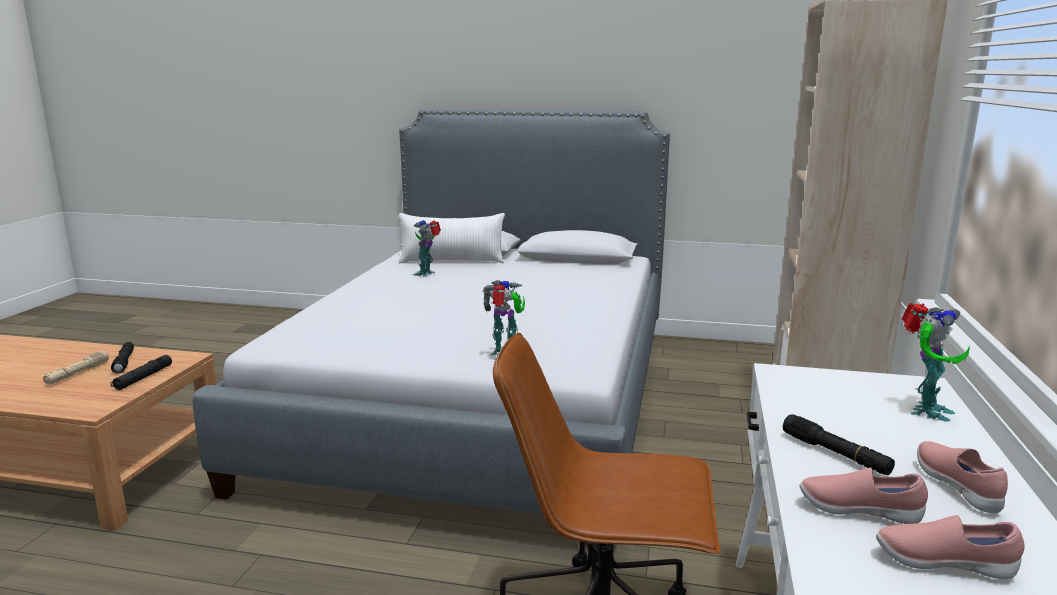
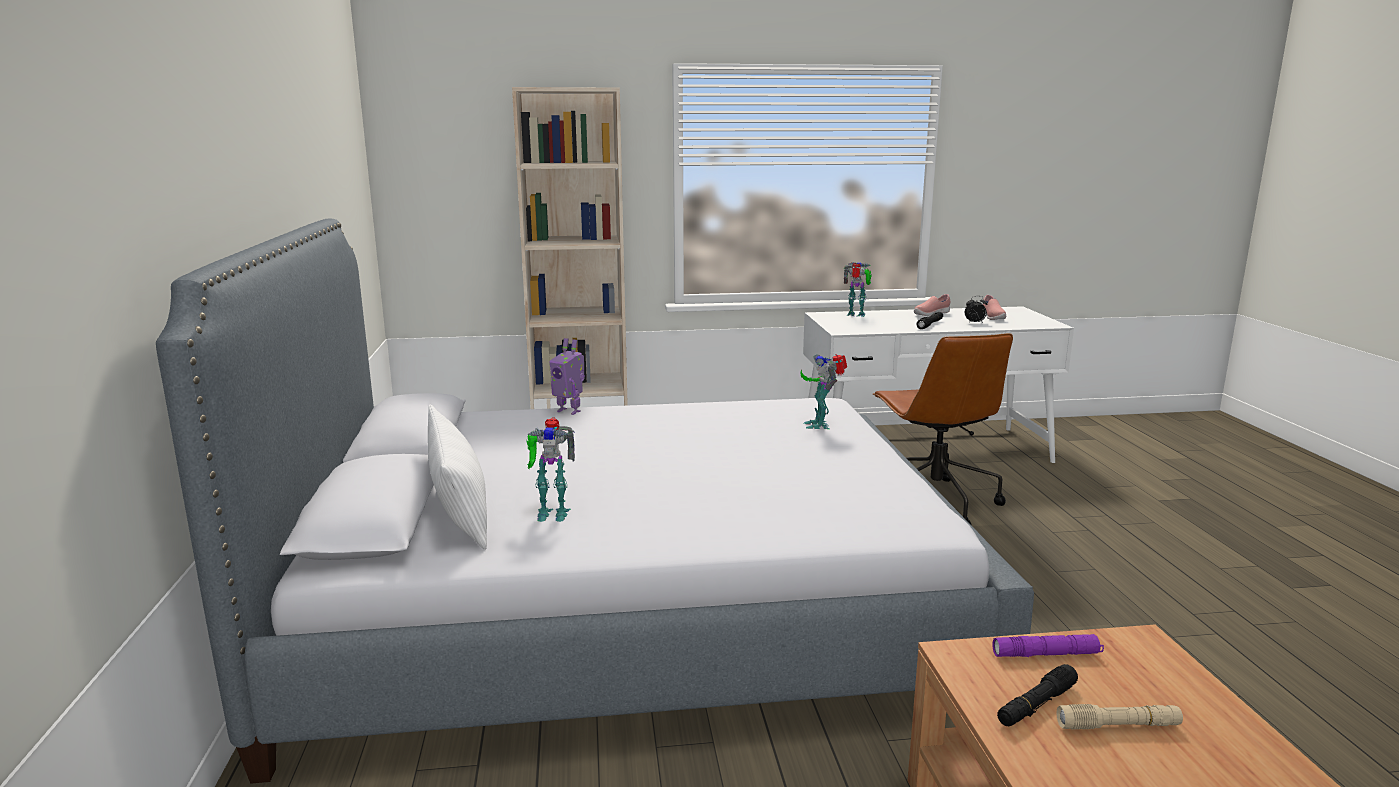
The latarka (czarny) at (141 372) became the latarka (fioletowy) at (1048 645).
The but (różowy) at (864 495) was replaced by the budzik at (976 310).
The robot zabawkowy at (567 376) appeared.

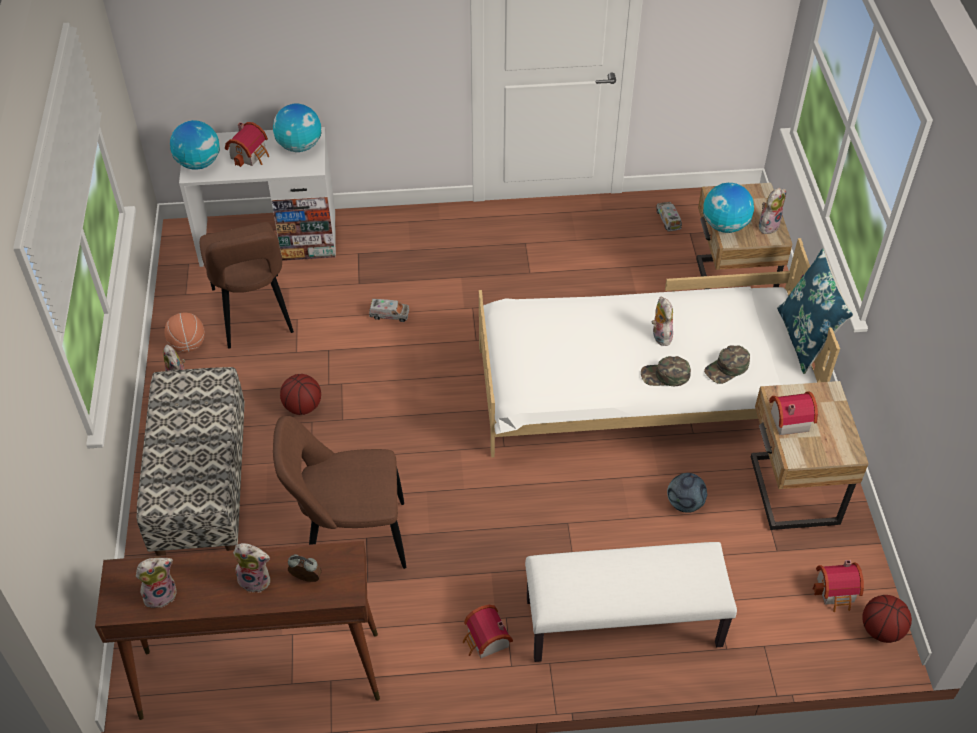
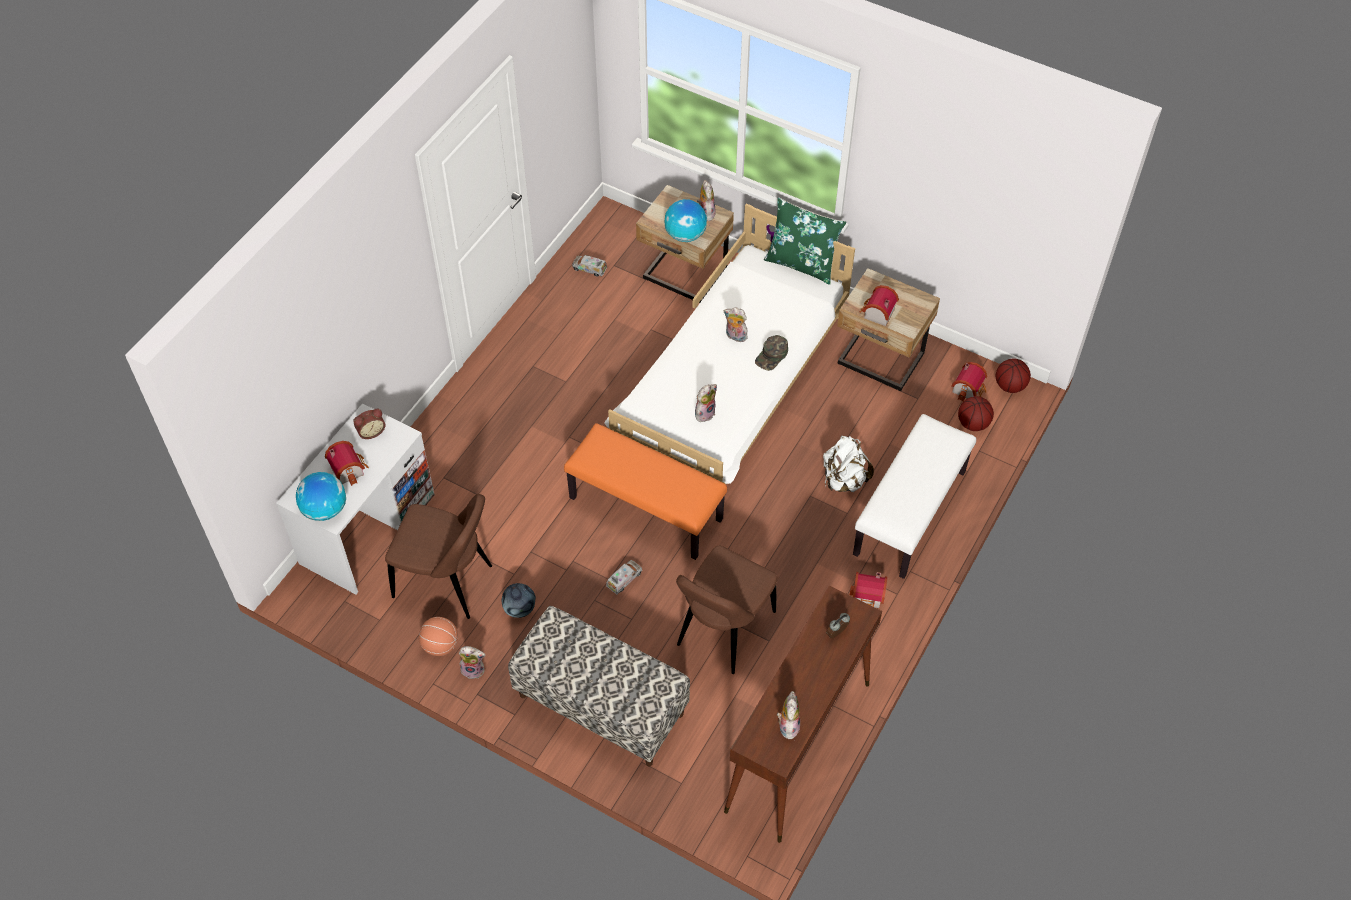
The globus at (297 128) was replaced by the budzik at (369 424).
The poduszka (niebieski) at (815 311) became the poduszka (zielony) at (805 241).
The ciężarówka zabawkowa moved from (389 310) to (624 577).
The czapka z daszkiem (zielony) at (727 364) disappeared.
The piłka do koszykówki moved from (300 394) to (976 413).
The piłka futbolowa moved from (687 493) to (519 600).
The pluszak moved from (251 568) to (706 403).
The ławka (pomarańczowy) at (645 491) appeared.
The plecak (biały) at (848 464) appeared.

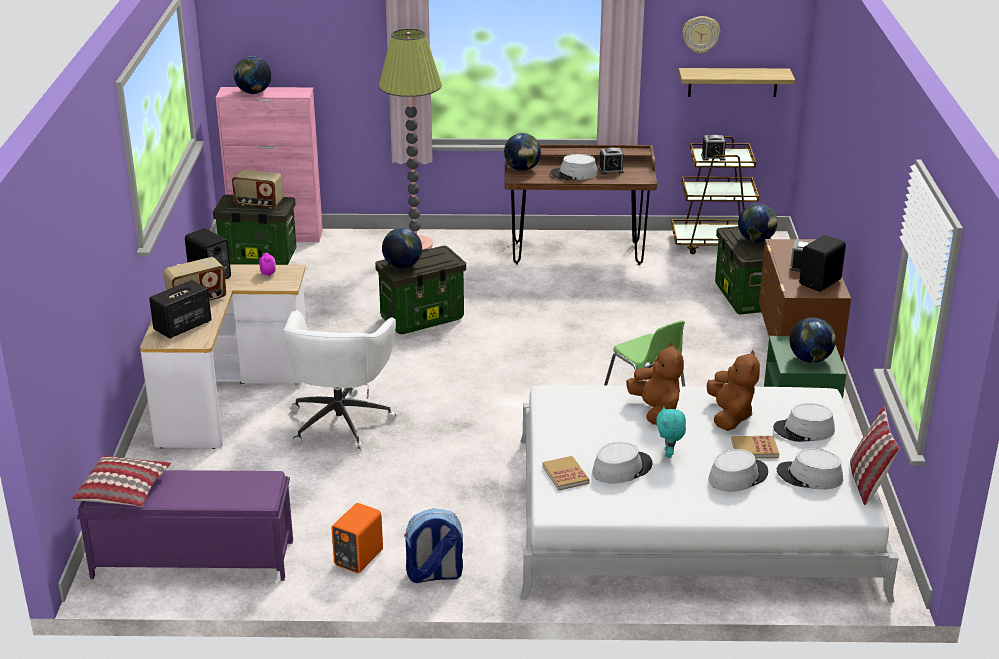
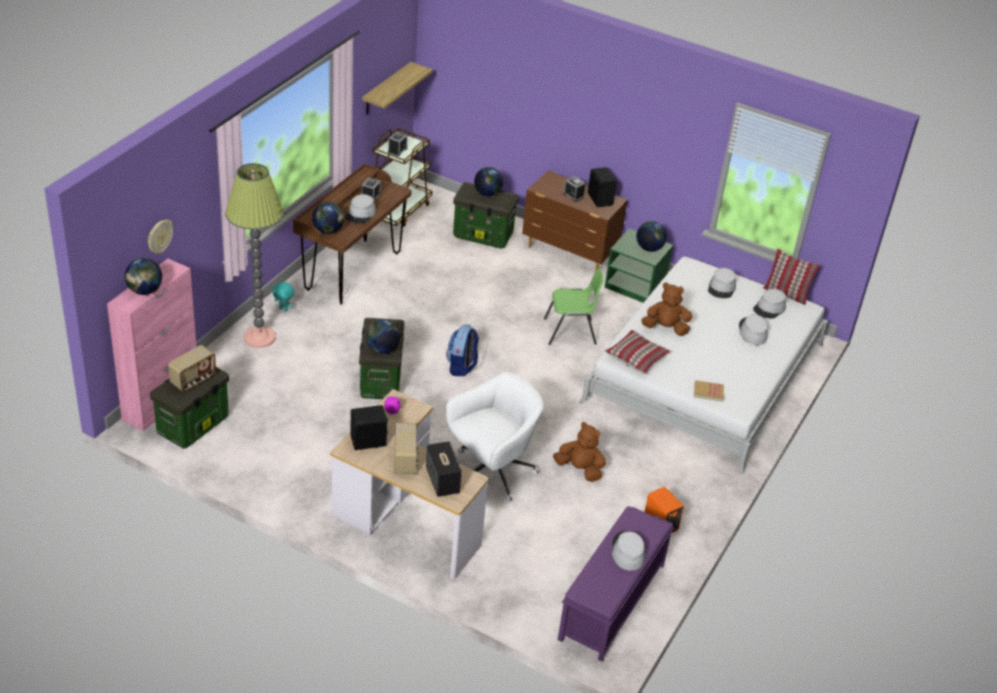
The zegar ścienny moved from (701 34) to (160 236).
The krzesło biurowe (biały) at (340 380) turned 75 degrees counterclockwise.
The pluszak (brązowy) moved from (733 390) to (579 451).
The pluszak (turkusowy) moved from (671 432) to (283 296).
The książka at (755 446) disappeared.
The kapelusz (szary) moved from (622 463) to (628 551).
The poduszka moved from (121 481) to (637 352).
The plecak moved from (433 546) to (462 350).

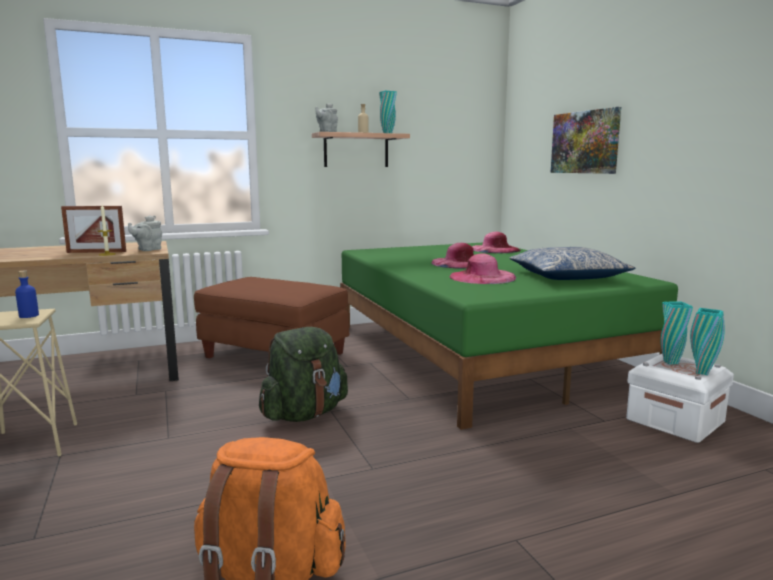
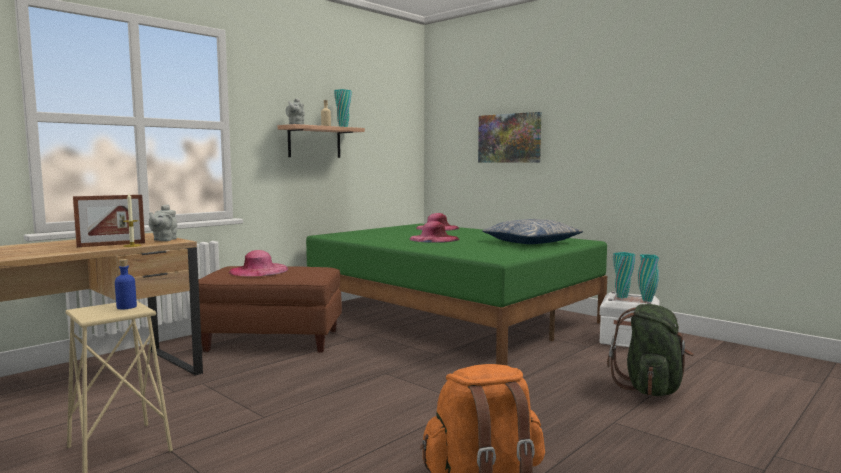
The kapelusz (różowy) moved from (482 268) to (258 263).
The plecak (zielony) moved from (303 374) to (650 350).

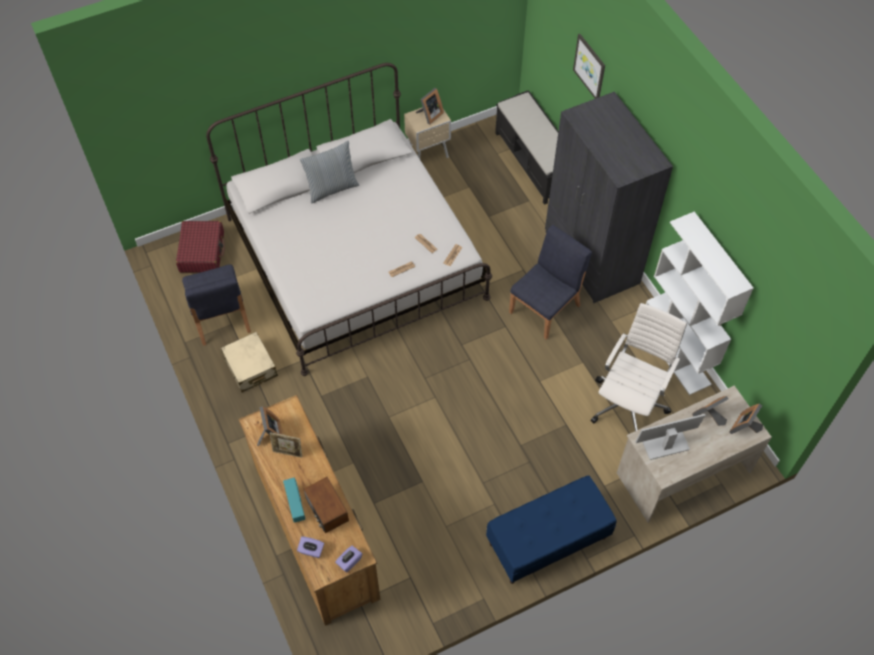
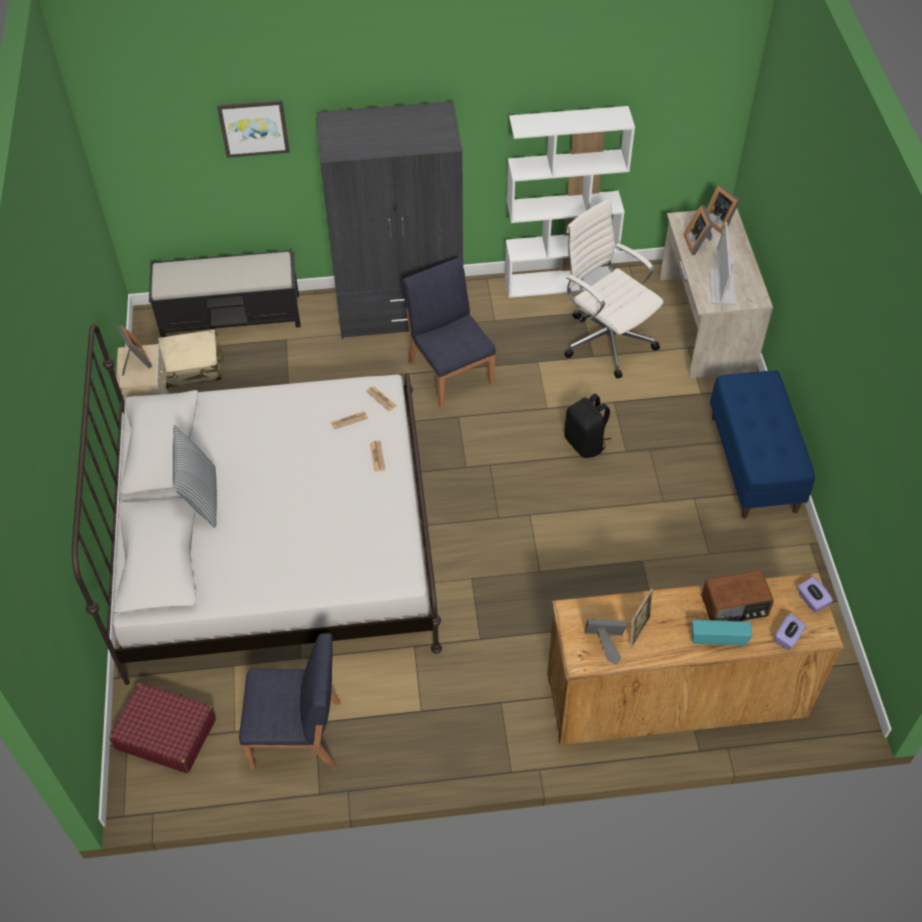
The walizka (beżowy) moved from (249 362) to (191 358).
The plecak (czarny) at (587 426) appeared.

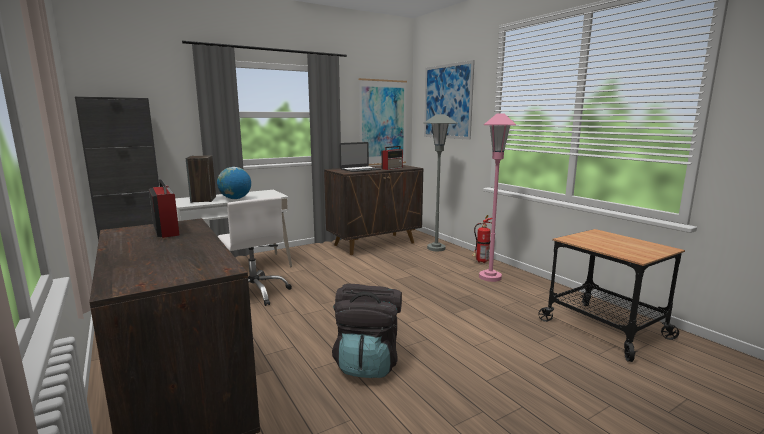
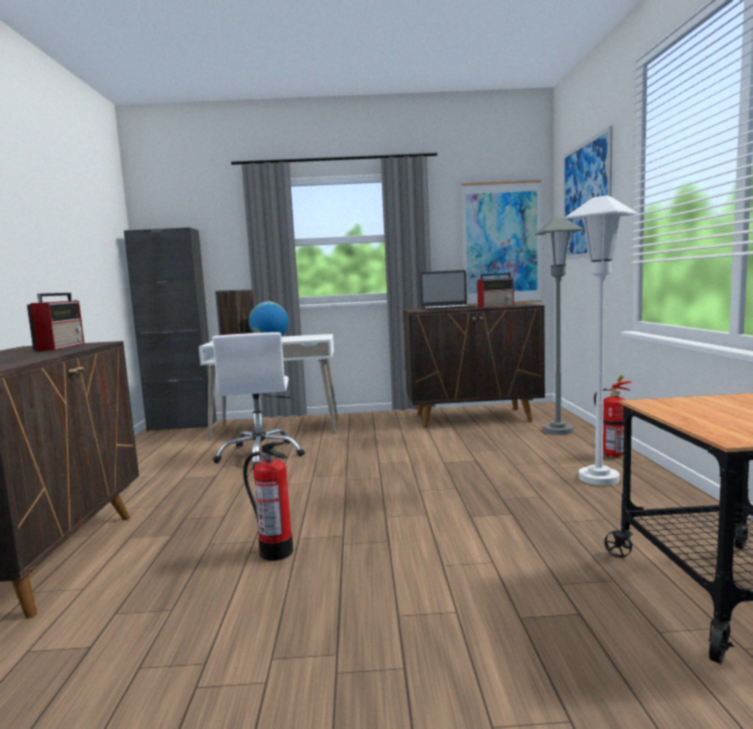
The lampa stojąca (różowy) at (497 197) became the lampa stojąca (biały) at (602 340).
The plecak (czarny) at (367 330) was replaced by the gaśnica at (268 501).

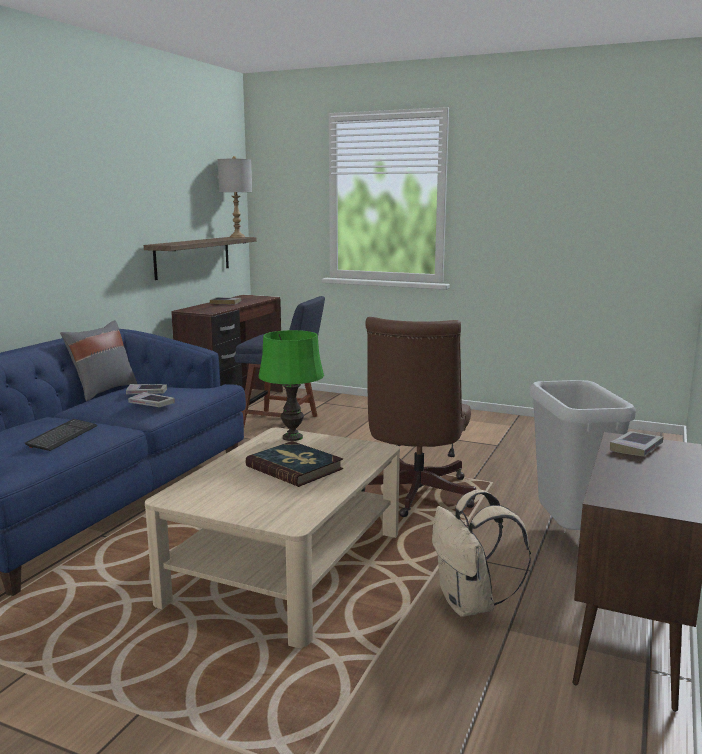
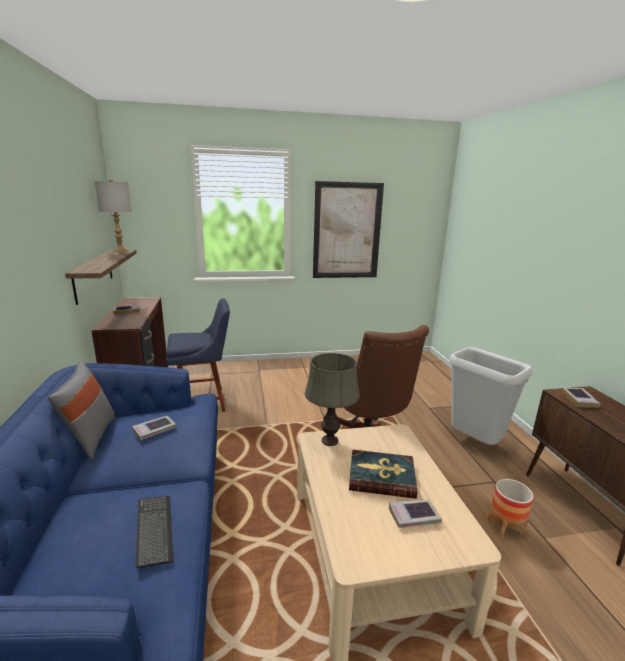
The lampa stołowa (zielony) at (291 385) became the lampa stołowa (szary) at (332 399).
The książka moved from (151 399) to (415 513).
The plecak (beżowy) at (481 553) was replaced by the donica at (510 509).
The obraz at (348 229) appeared.

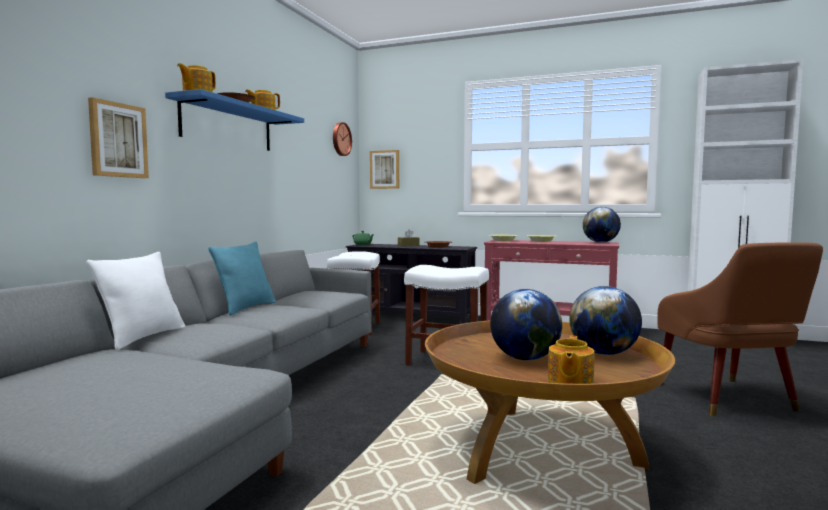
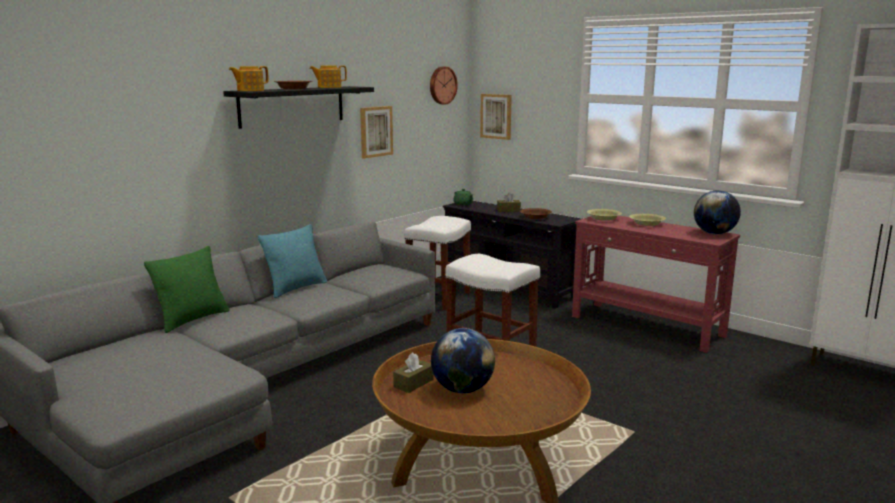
The półka (niebieski) at (234 120) became the półka (czarny) at (298 107).
The obraz moved from (118 137) to (376 132).
The fotel (brązowy) at (740 329) disappeared.
The poduszka (biały) at (136 301) became the poduszka (zielony) at (187 289).
The globus at (605 320) disappeared.
The imbryk at (571 359) disappeared.
The pudełko chusteczek (brązowy) at (413 373) appeared.

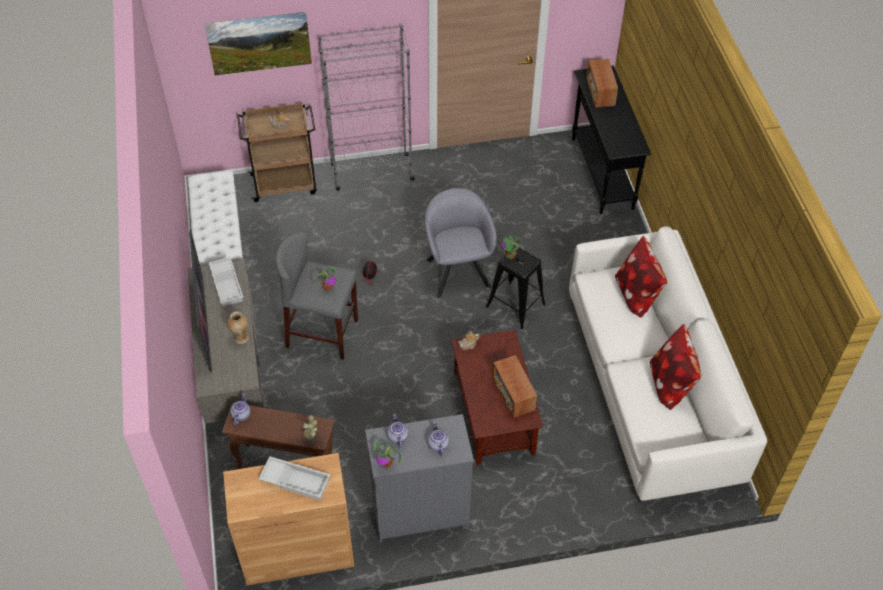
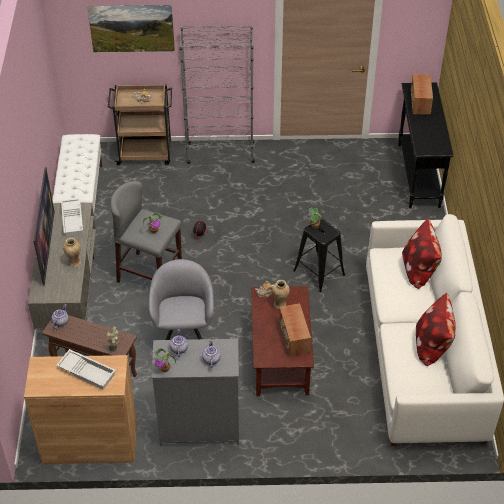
The fotel (szary) moved from (461 243) to (181 299).
The wazon at (281 294) appeared.

